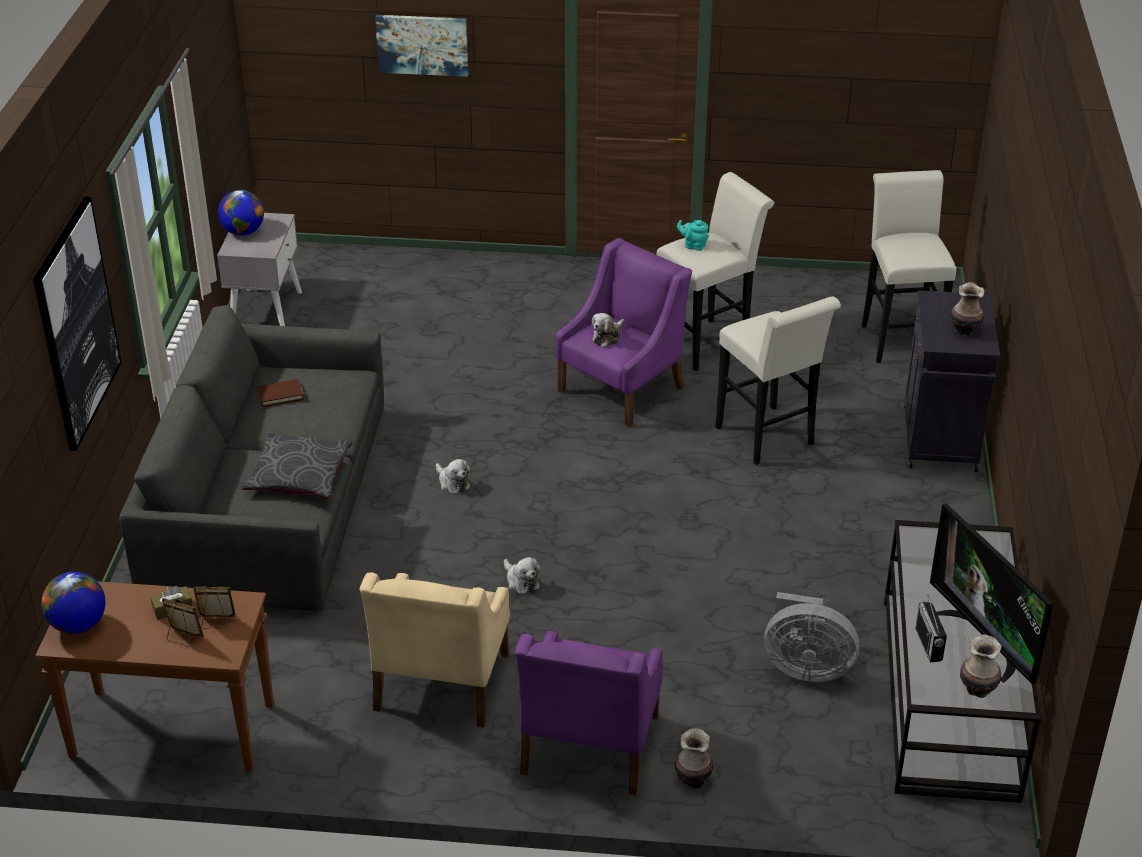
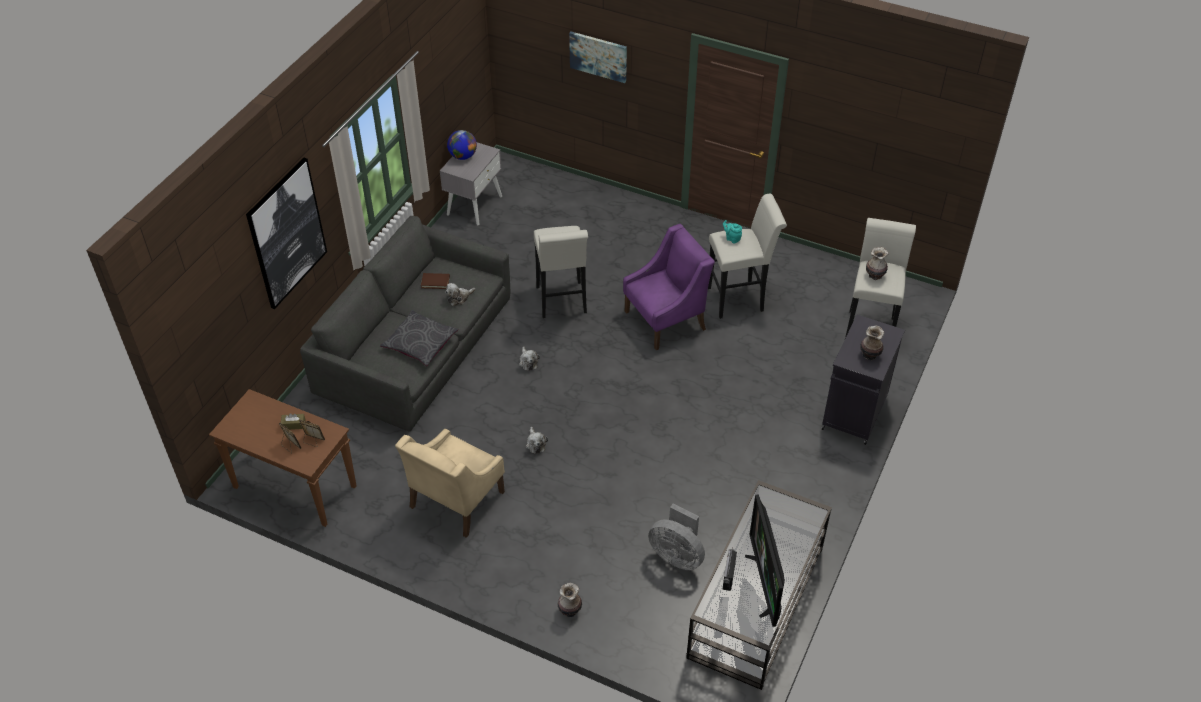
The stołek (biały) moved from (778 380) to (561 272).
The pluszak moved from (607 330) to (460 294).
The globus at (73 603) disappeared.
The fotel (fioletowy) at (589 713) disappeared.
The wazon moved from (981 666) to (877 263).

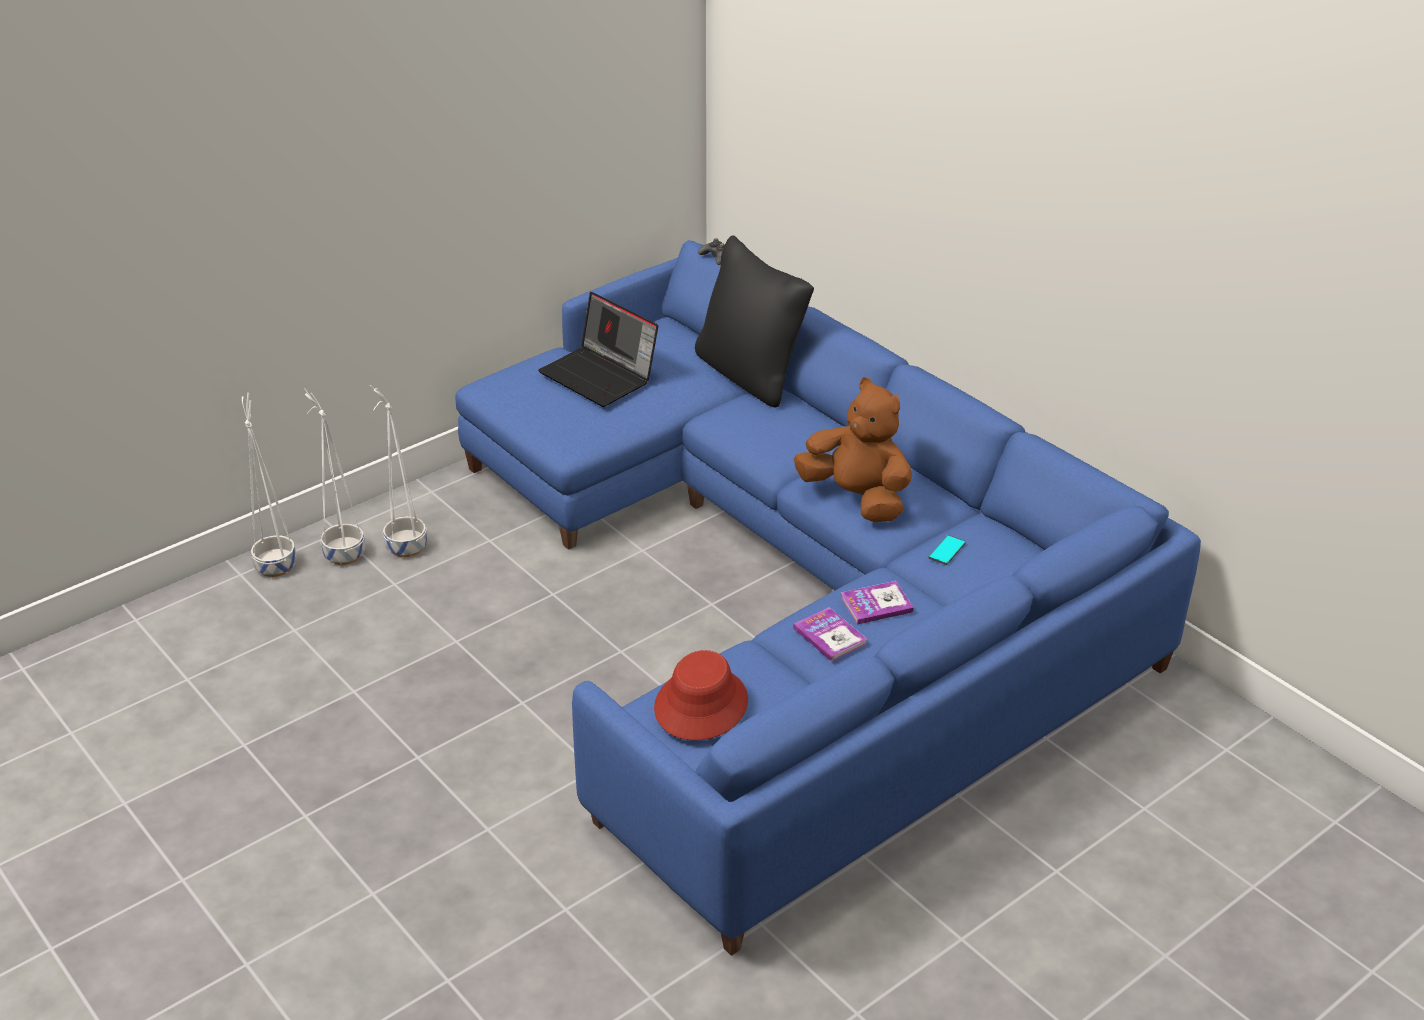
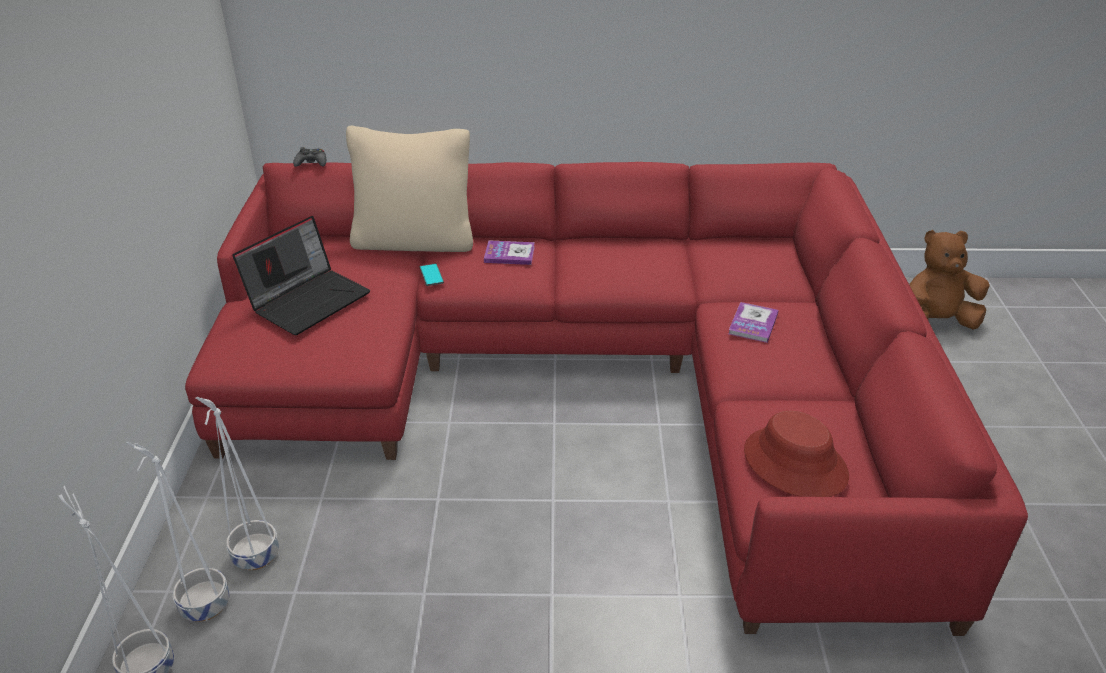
The poduszka (czarny) at (754 321) became the poduszka (beżowy) at (409 188).
The kanapa (niebieski) at (828 598) became the kanapa (czerwony) at (606 399).
The laptop at (598 349) turned 45 degrees counterclockwise.
The pluszak (brązowy) moved from (853 449) to (949 280).
The telefon moved from (947 550) to (432 274).
The książka moved from (830 634) to (509 252).

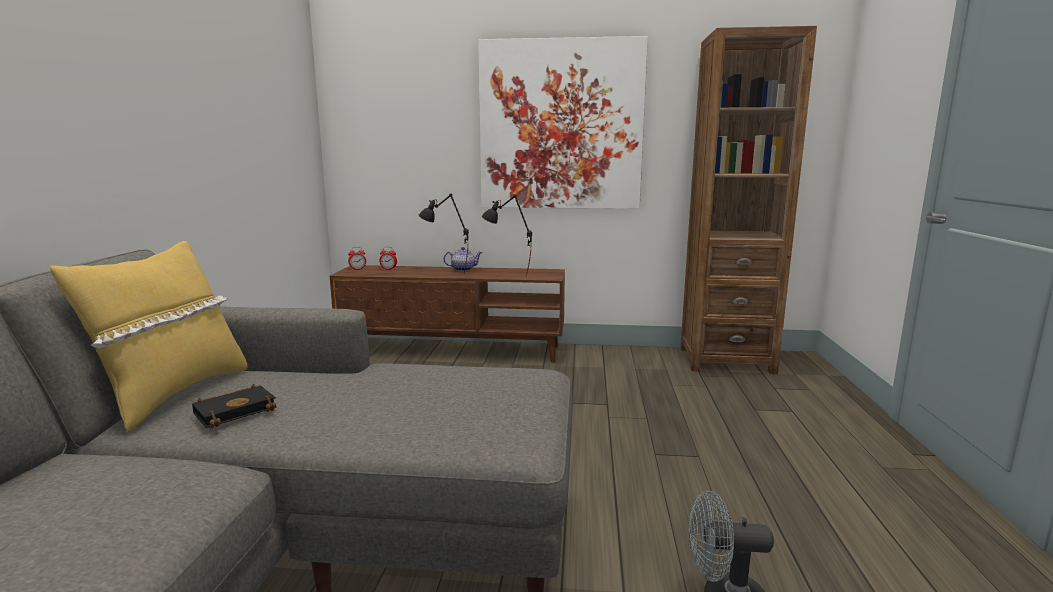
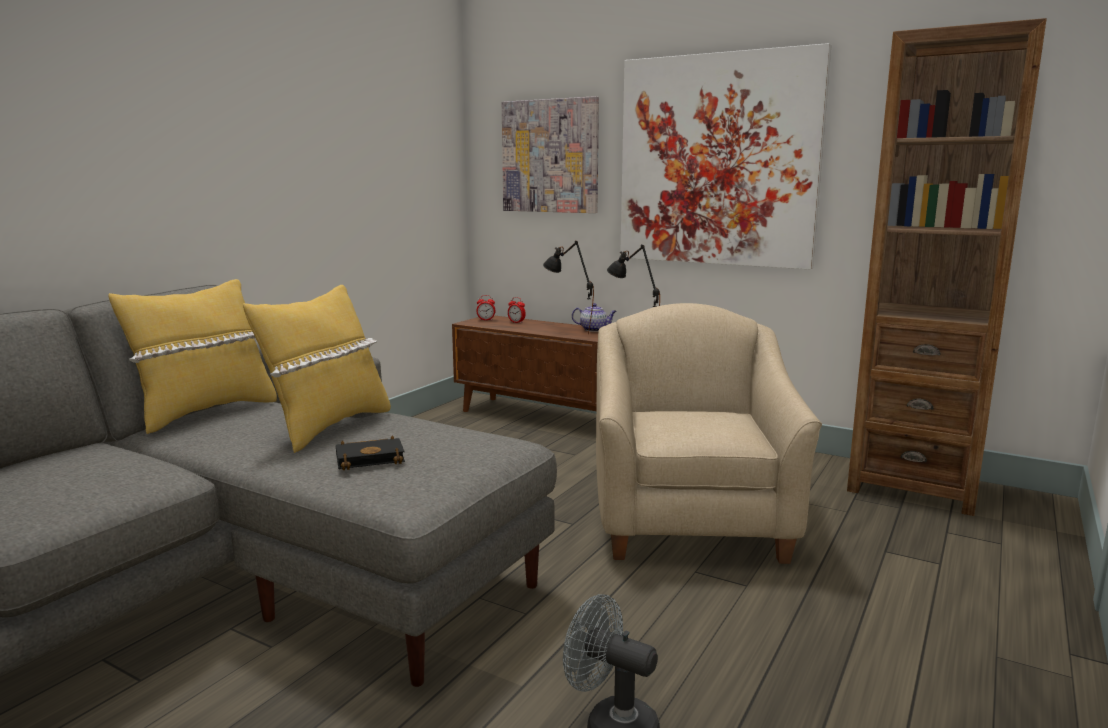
The książka (czarny) moved from (234 406) to (370 453).
The obraz at (550 154) appeared.
The poduszka (żółty) at (317 369) appeared.
The fotel (beżowy) at (709 433) appeared.

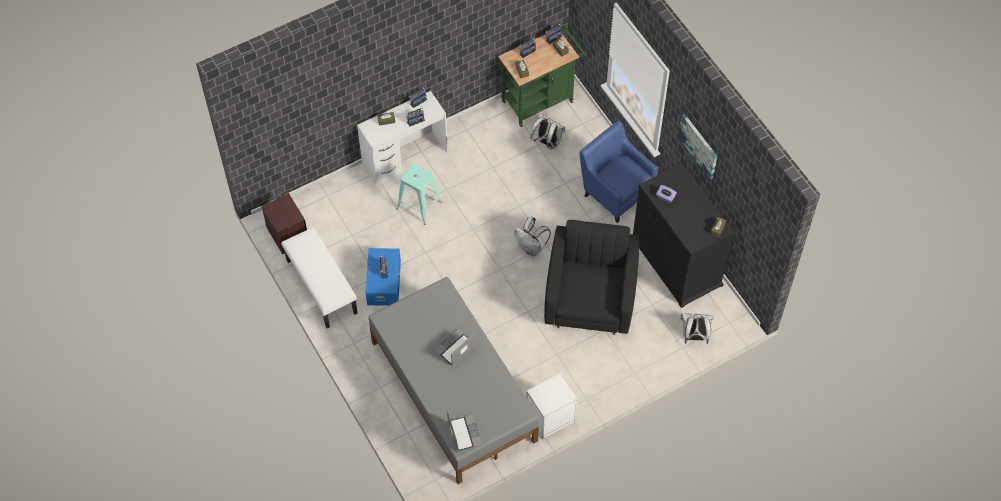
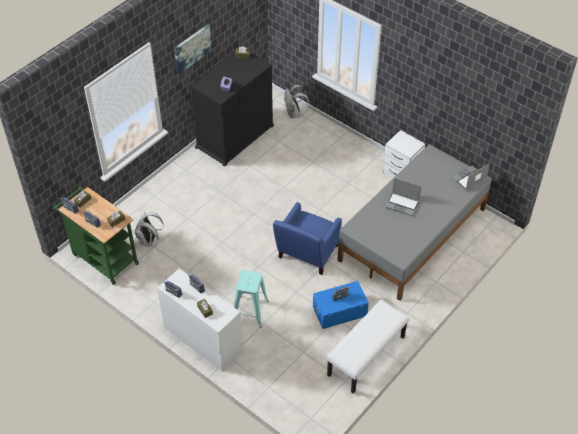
The fotel (niebieski) moved from (619 172) to (307 238).
The szafka nocna (brązowy) at (284 223) disappeared.
The plecak (biały) at (532 236) disappeared.
The fotel (czarny) at (591 277) disappeared.

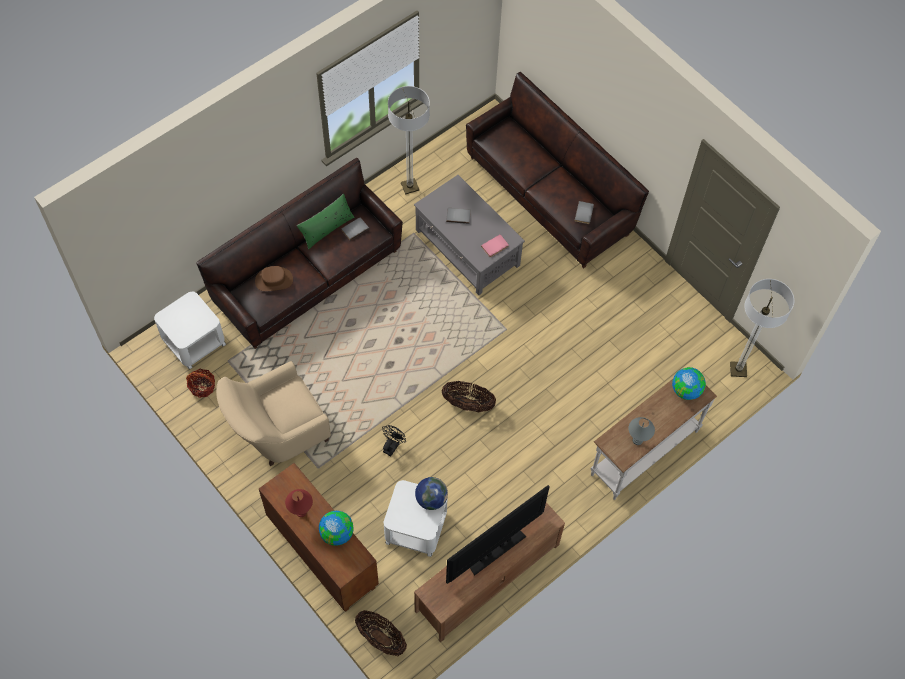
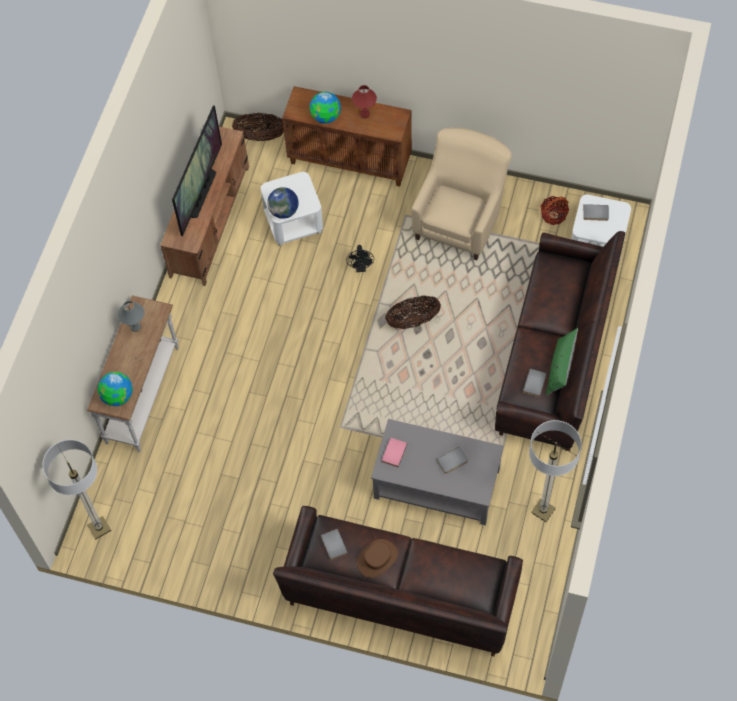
The kapelusz (brązowy) moved from (274 278) to (377 558).
The koszyk moved from (468 396) to (413 312).
The książka (szary) at (596 212) appeared.

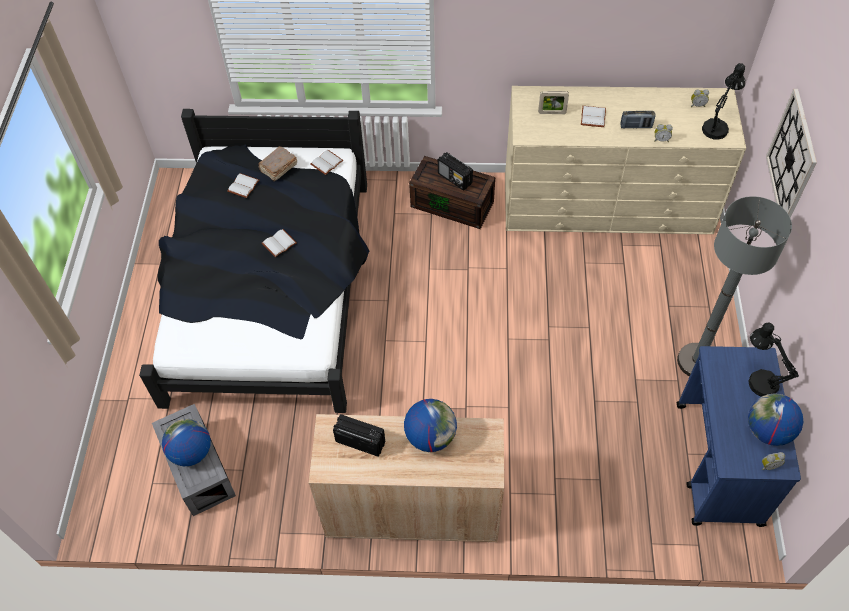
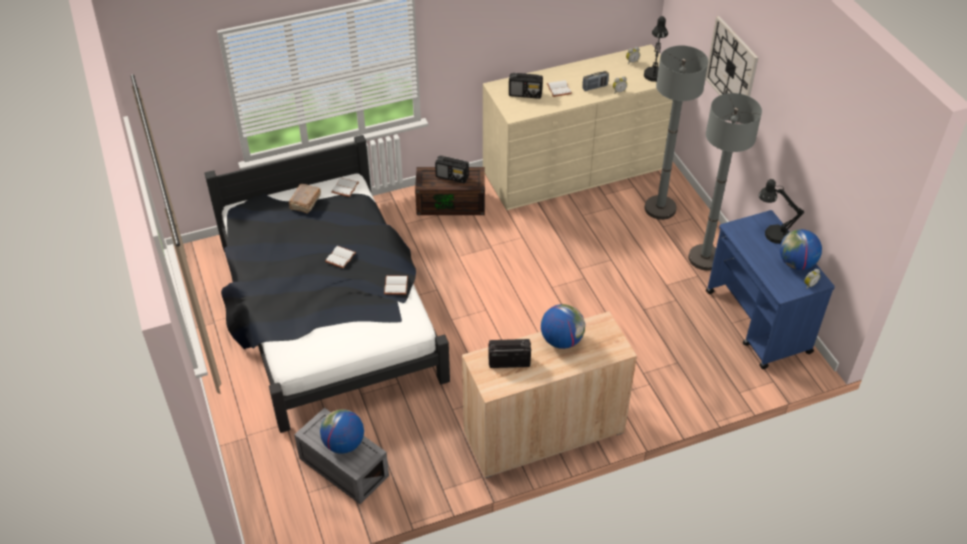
The ramka na zdjęcie at (553 102) was replaced by the radio at (526 86).
The książka (biały) moved from (243 185) to (396 285).
The lampa stojąca (szary) at (676 133) appeared.

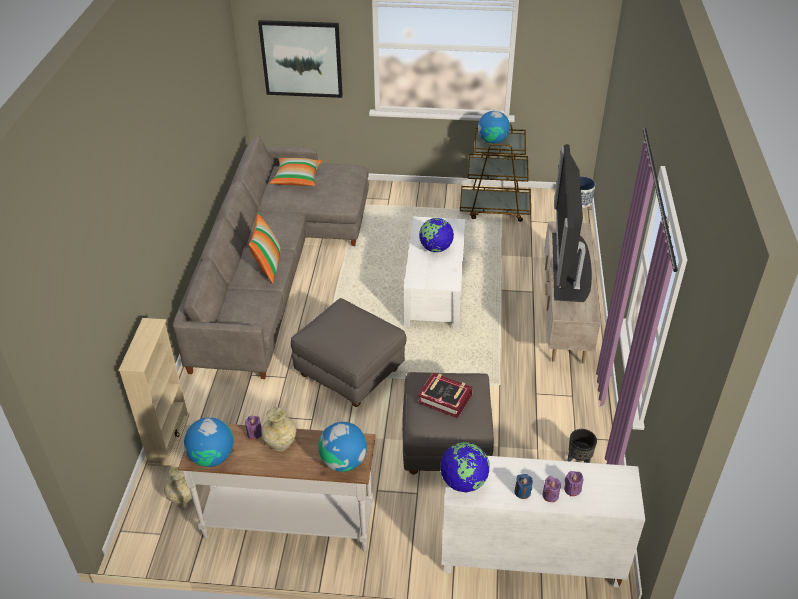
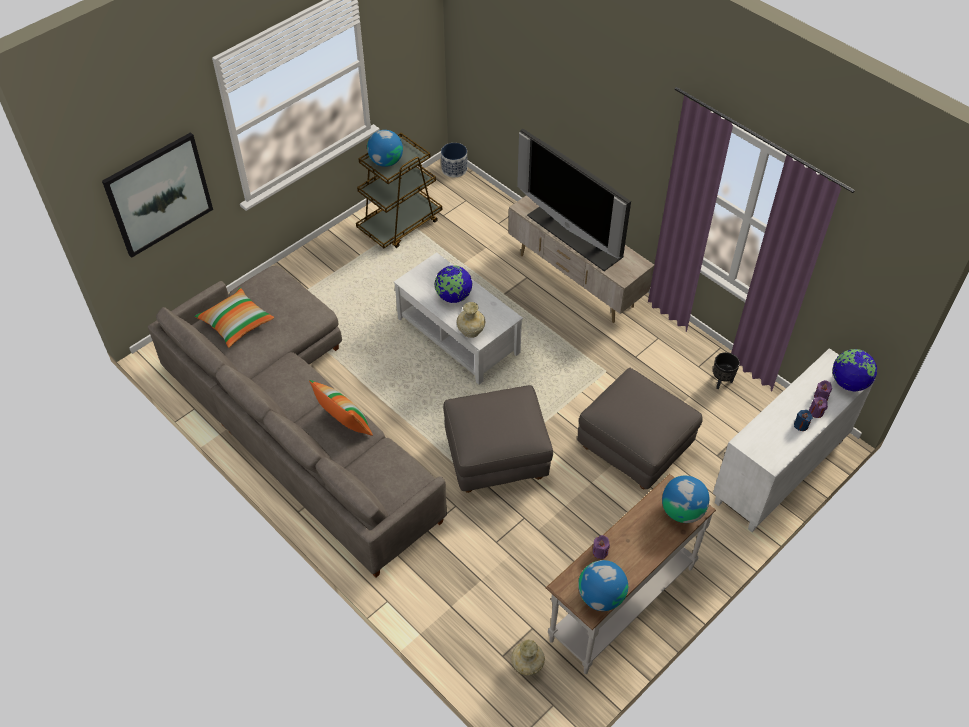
The regał (beżowy) at (154 392) disappeared.
The książka at (445 395) disappeared.
The wazon (beżowy) moved from (278 429) to (471 320).
The globus moved from (465 467) to (854 370).

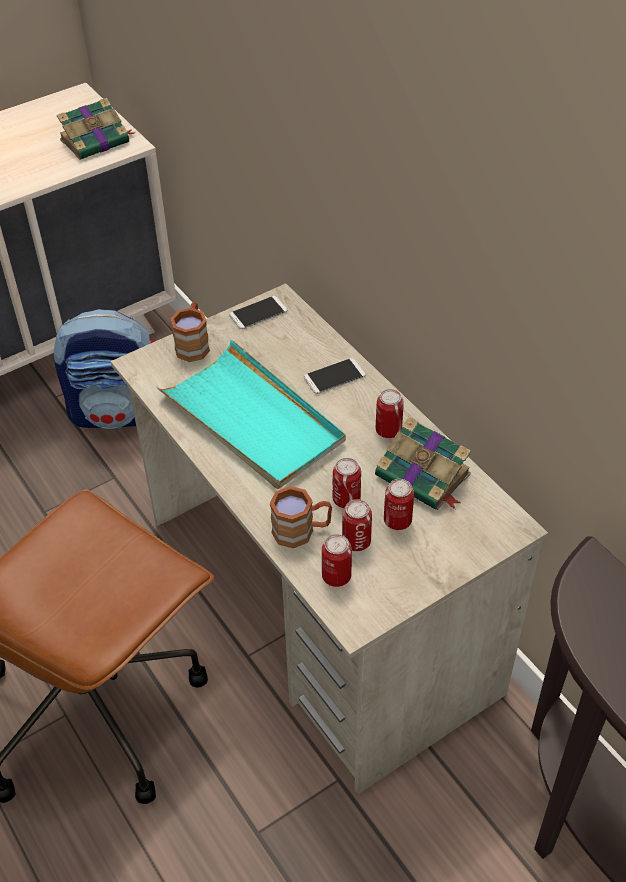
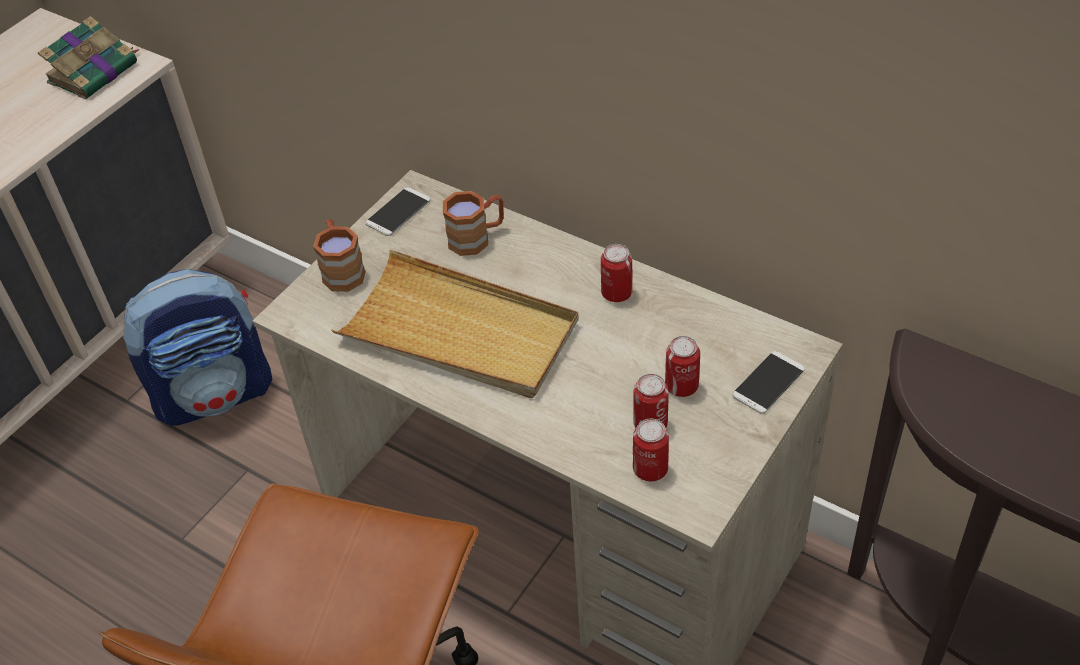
The taca (turkusowy) at (251 414) became the taca (beżowy) at (455 324).
The telefon moved from (335 376) to (768 382).
The książka at (423 463) disappeared.
The puszka at (347 483) disappeared.
The kubek (brązowy) moved from (301 517) to (473 223).

